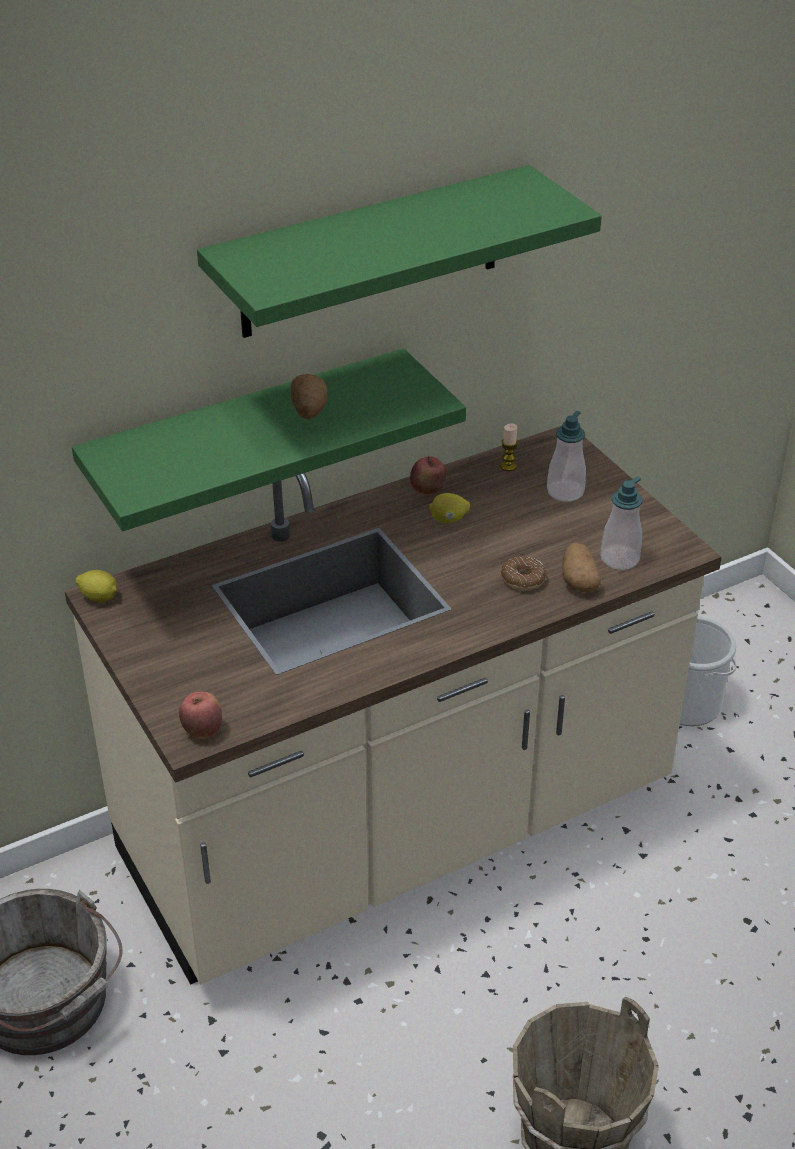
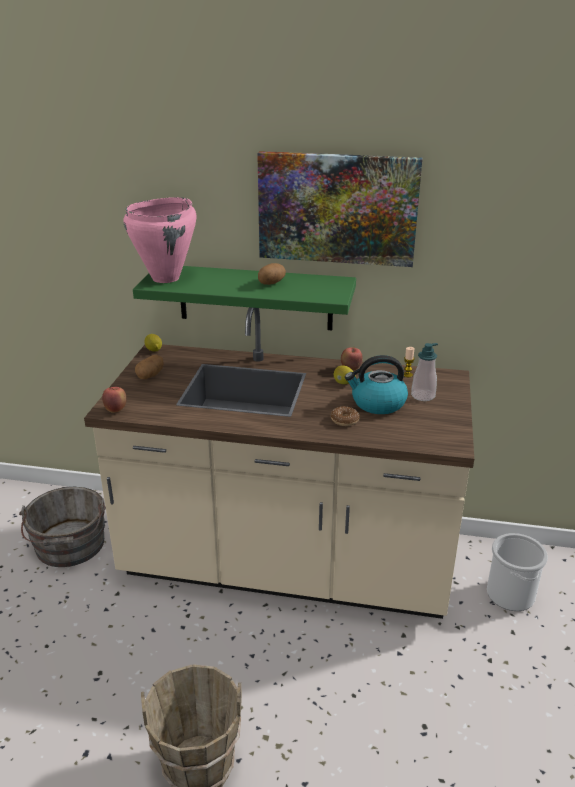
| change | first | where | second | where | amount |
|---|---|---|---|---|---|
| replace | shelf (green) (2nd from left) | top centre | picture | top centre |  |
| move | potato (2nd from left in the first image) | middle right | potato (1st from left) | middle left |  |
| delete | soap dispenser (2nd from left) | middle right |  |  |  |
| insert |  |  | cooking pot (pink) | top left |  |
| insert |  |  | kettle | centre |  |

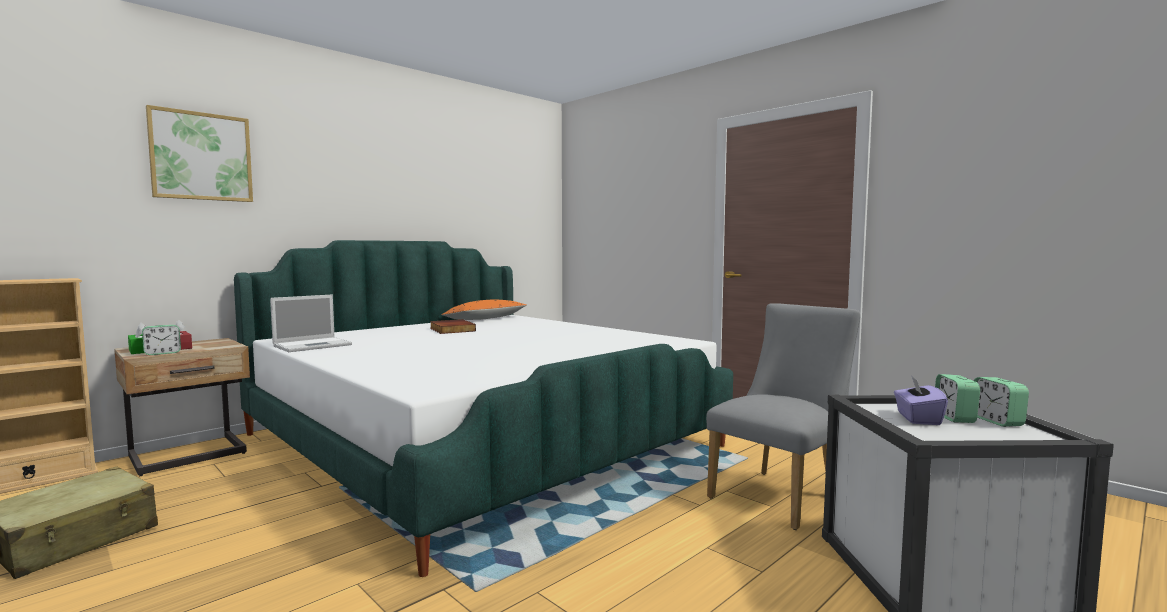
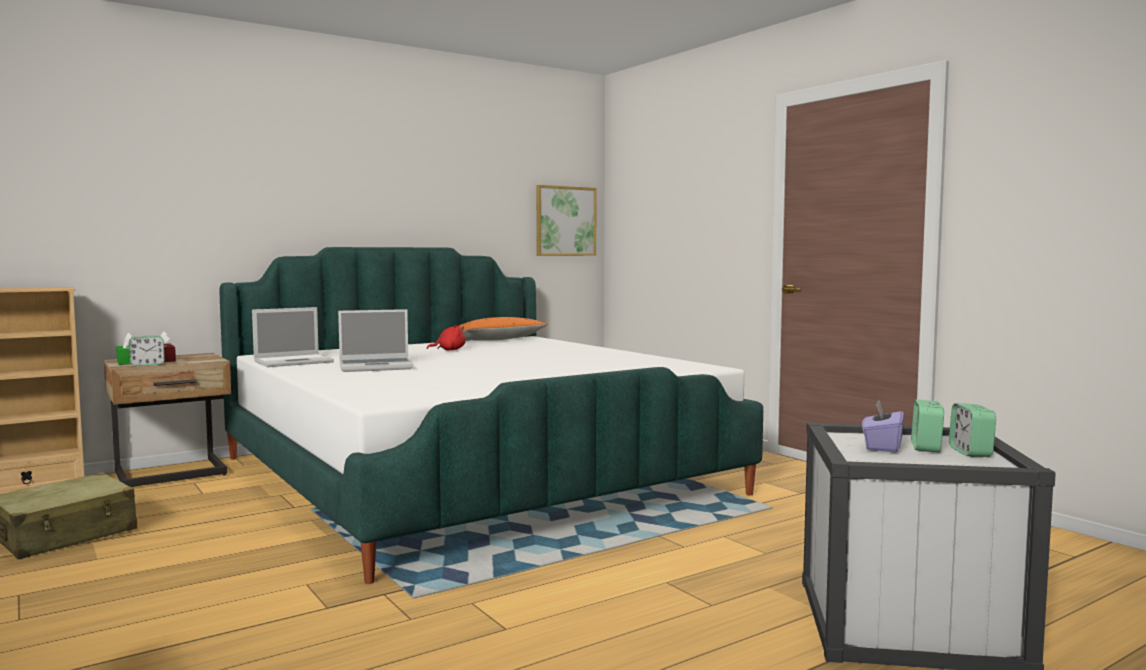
| change | first | where | second | where | amount |
|---|---|---|---|---|---|
| move | picture | top left |  | top centre |  |
| replace | book | centre | plush toy (red) | centre |  |
| delete | chair (grey) | bottom right |  |  |  |
| insert |  |  | laptop (2nd from left) | middle left |  |

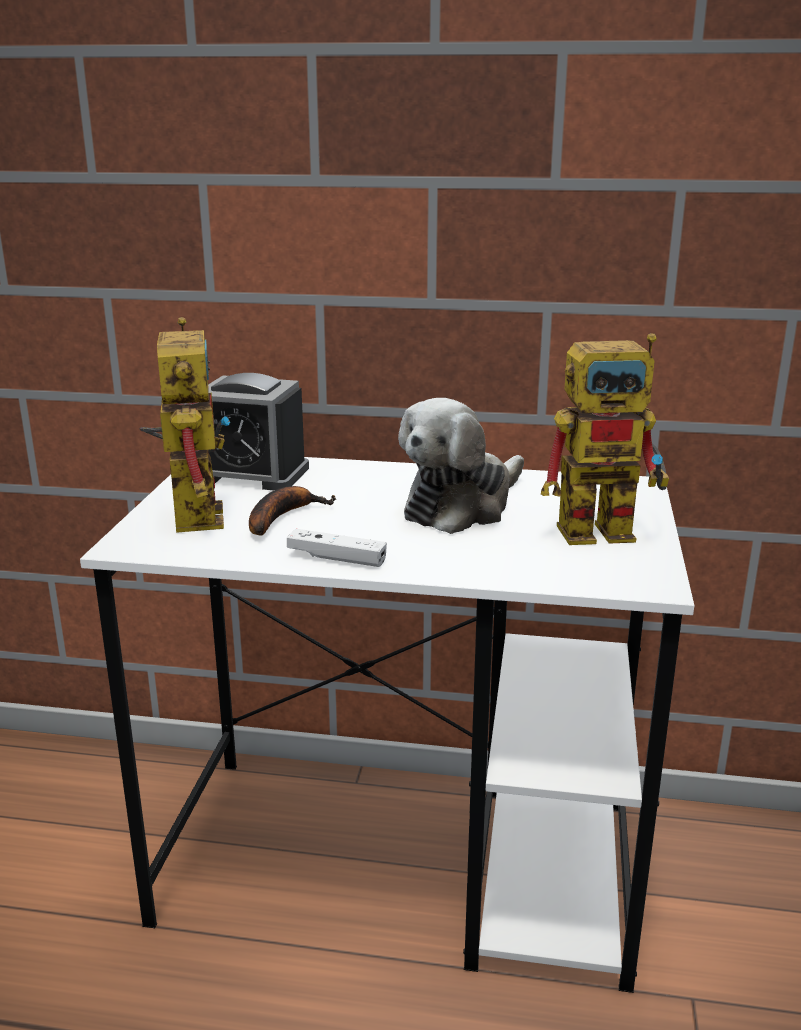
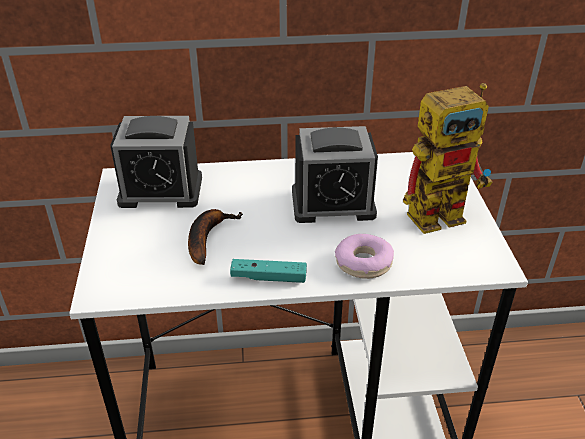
| change | first | where | second | where | amount |
|---|---|---|---|---|---|
| delete | toy robot (1st from left) | middle left |  |  |  |
| recolor | game controller (white) | centre | game controller (turquoise) | centre |  |
| replace | plush toy | centre | alarm clock (2nd from left) | centre |  |
| insert |  |  | donut | centre |  |

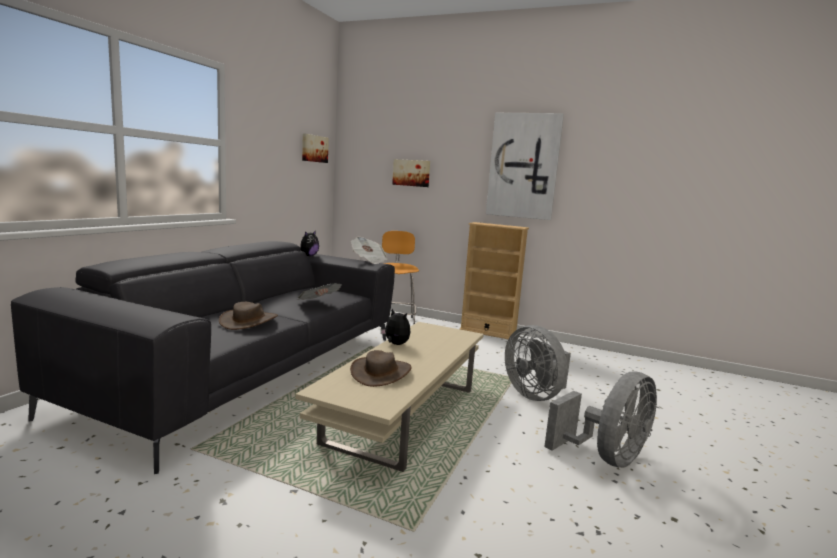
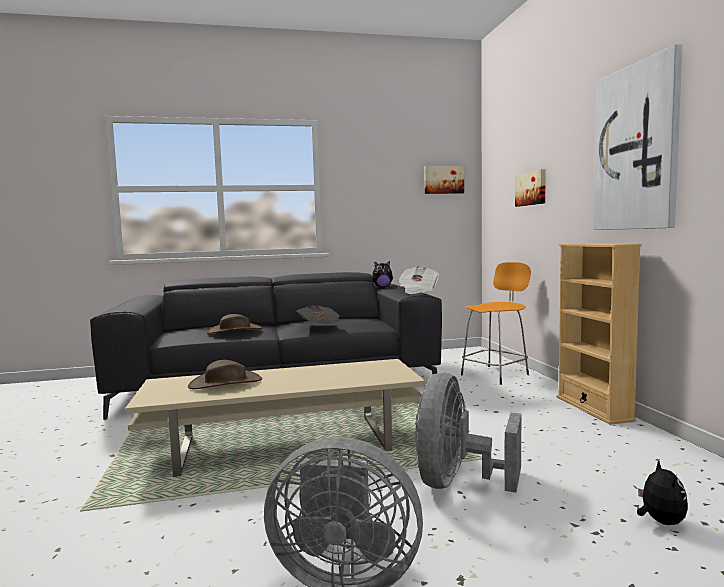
| change | first | where | second | where | amount |
|---|---|---|---|---|---|
| move | plush toy (2nd from left) | centre |  | bottom right |  |

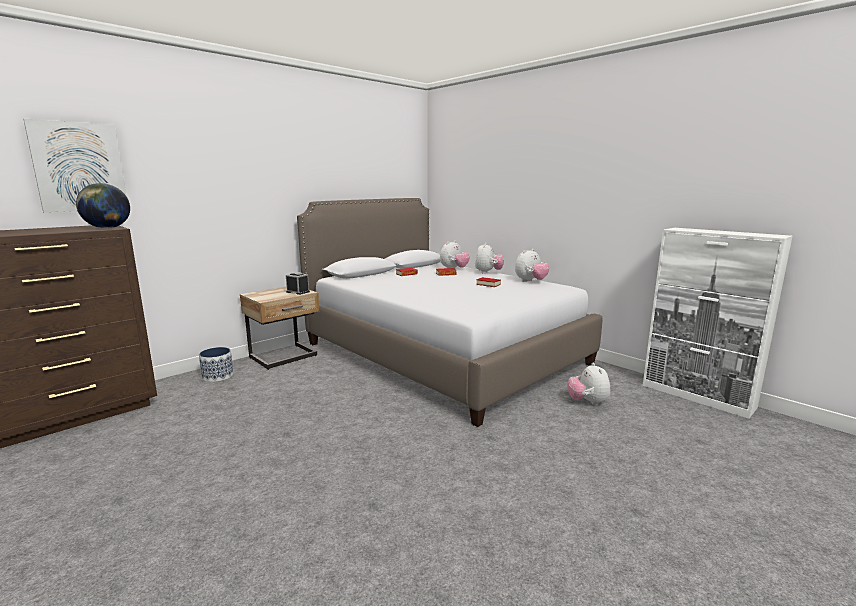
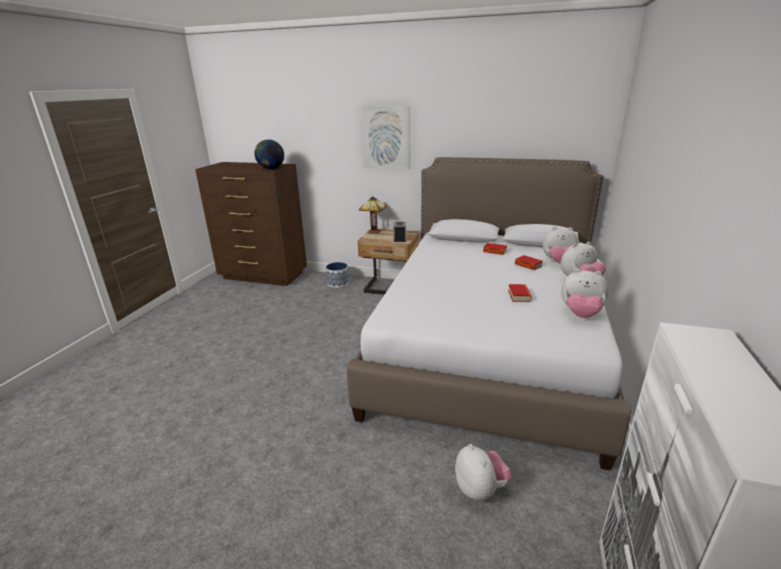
| change | first | where | second | where | amount |
|---|---|---|---|---|---|
| move | picture | top left |  | top centre |  |
| rotate | plush toy (4th from left in the first image) | middle right | plush toy (1st from left) | bottom centre | 105 degrees clockwise |
| insert |  |  | table lamp | centre |  |

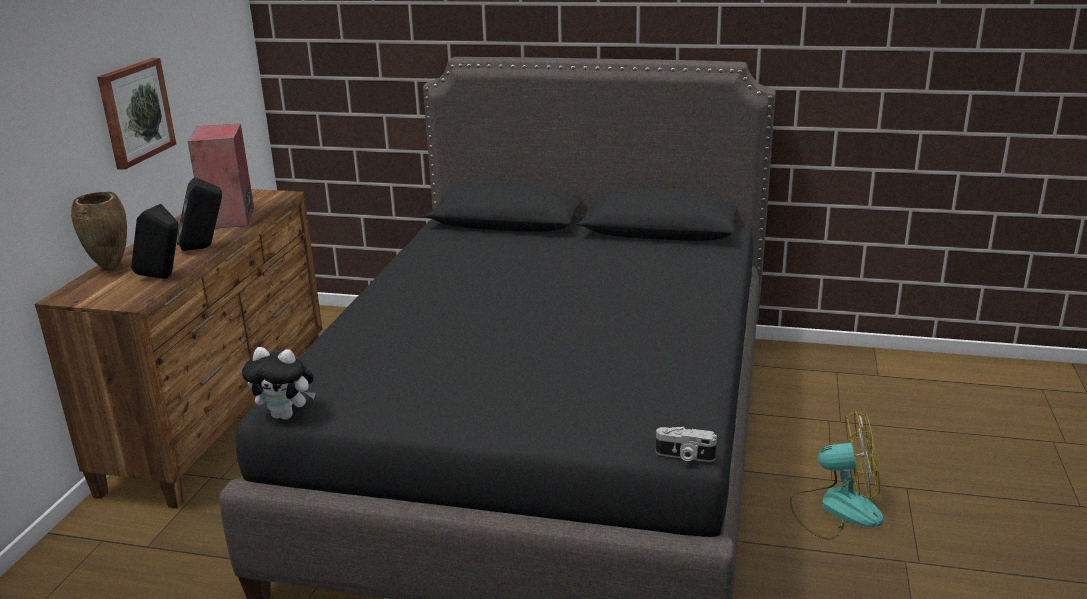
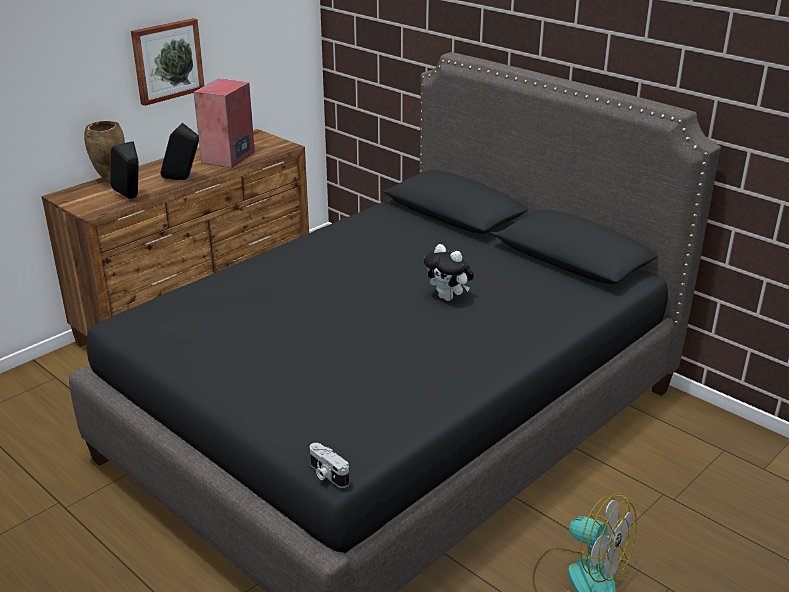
| change | first | where | second | where | amount |
|---|---|---|---|---|---|
| move | plush toy | middle left |  | centre |  |

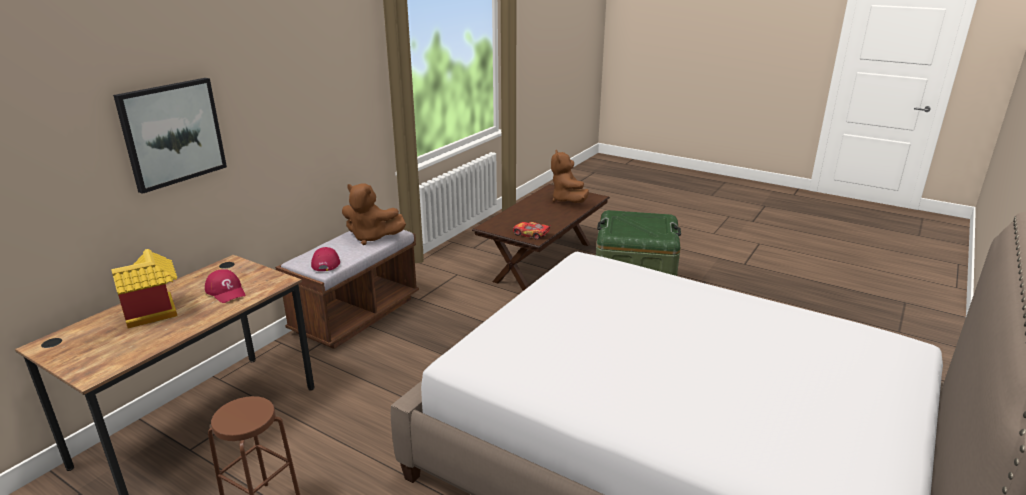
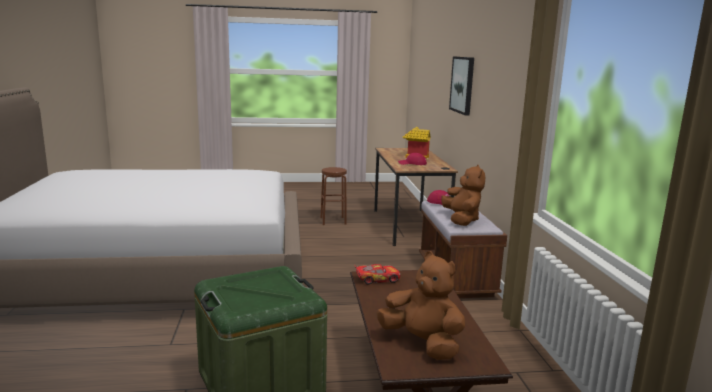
| change | first | where | second | where | amount |
|---|---|---|---|---|---|
| rotate | plush toy (brown) (1st from left in the first image) | centre | plush toy (brown) (2nd from left) | centre | 105 degrees clockwise |

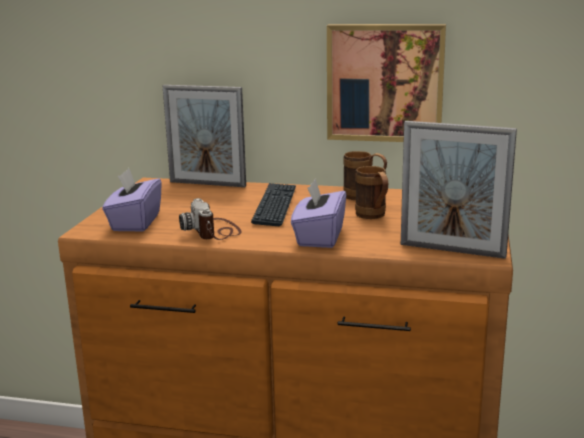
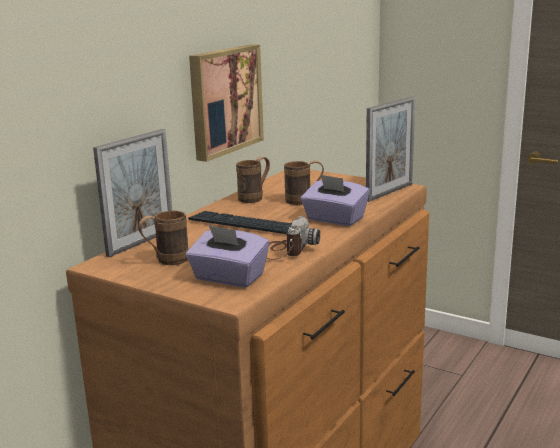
| change | first | where | second | where | amount |
|---|---|---|---|---|---|
| rotate | photo camera | centre |  | centre | 75 degrees counterclockwise |
| insert |  |  | mug (brown) (1st from left) | middle left |  |

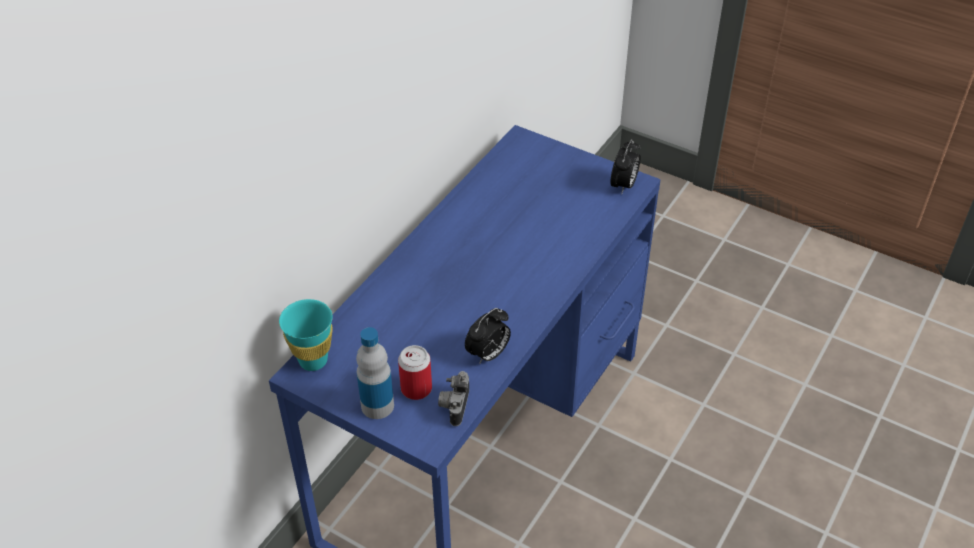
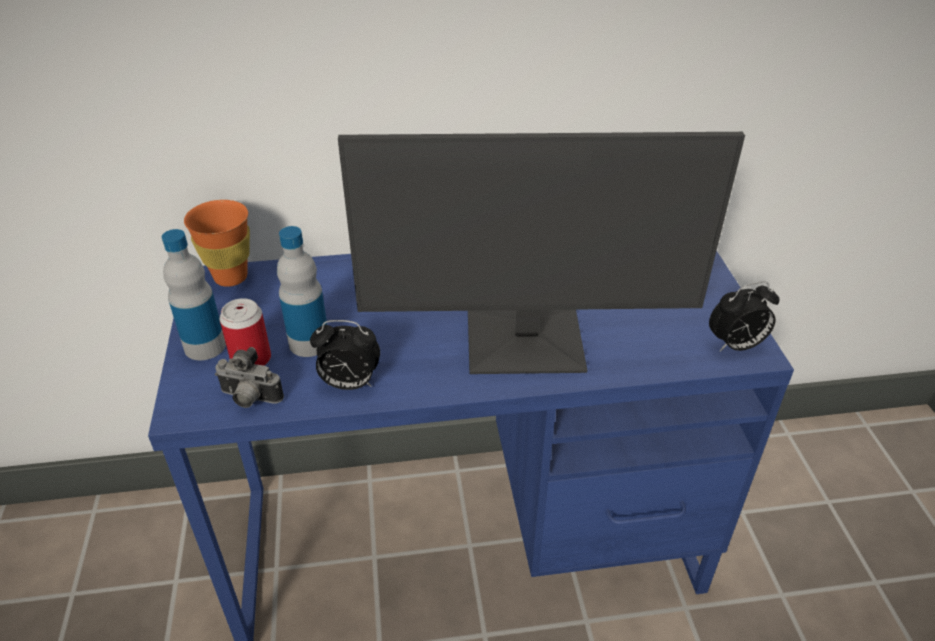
| change | first | where | second | where | amount |
|---|---|---|---|---|---|
| recolor | cup (turquoise) | middle left | cup (orange) | middle left |  |
| rotate | photo camera | bottom centre |  | middle left | 135 degrees counterclockwise |
| insert |  |  | bottle (2nd from left) | middle left |  |
| insert |  |  | monitor | centre |  |

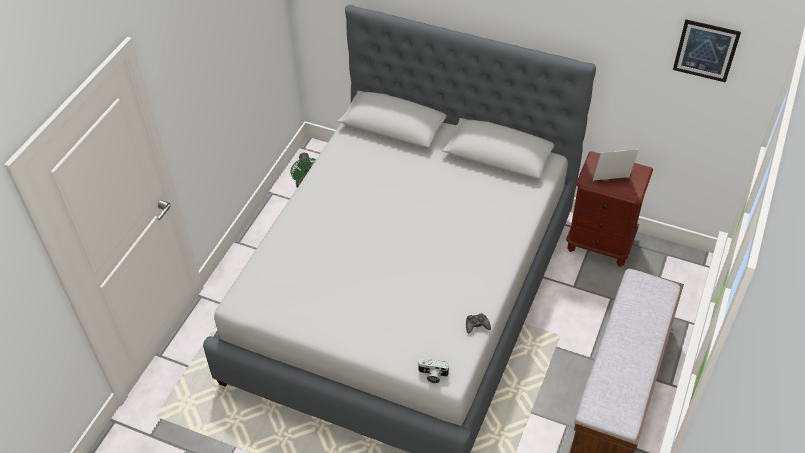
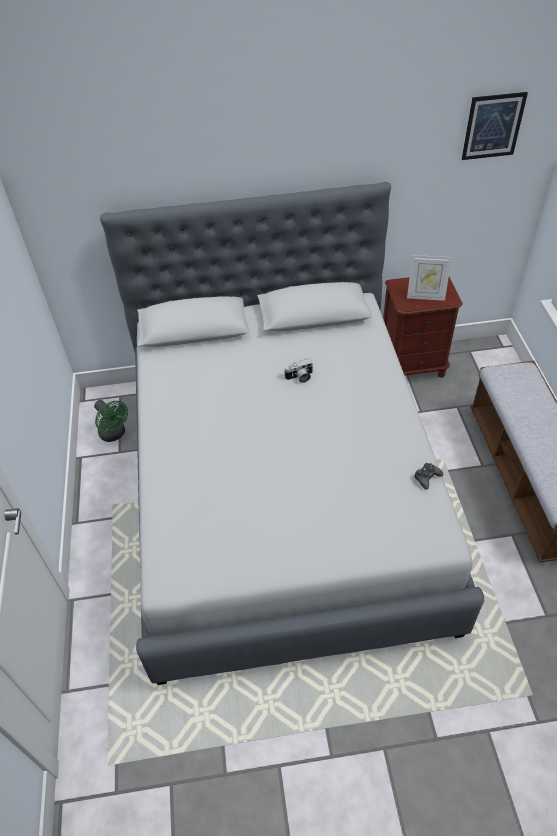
| change | first | where | second | where | amount |
|---|---|---|---|---|---|
| move | photo camera | bottom centre |  | centre |  |
| rotate | picture frame | middle right |  | top right | 135 degrees counterclockwise |

